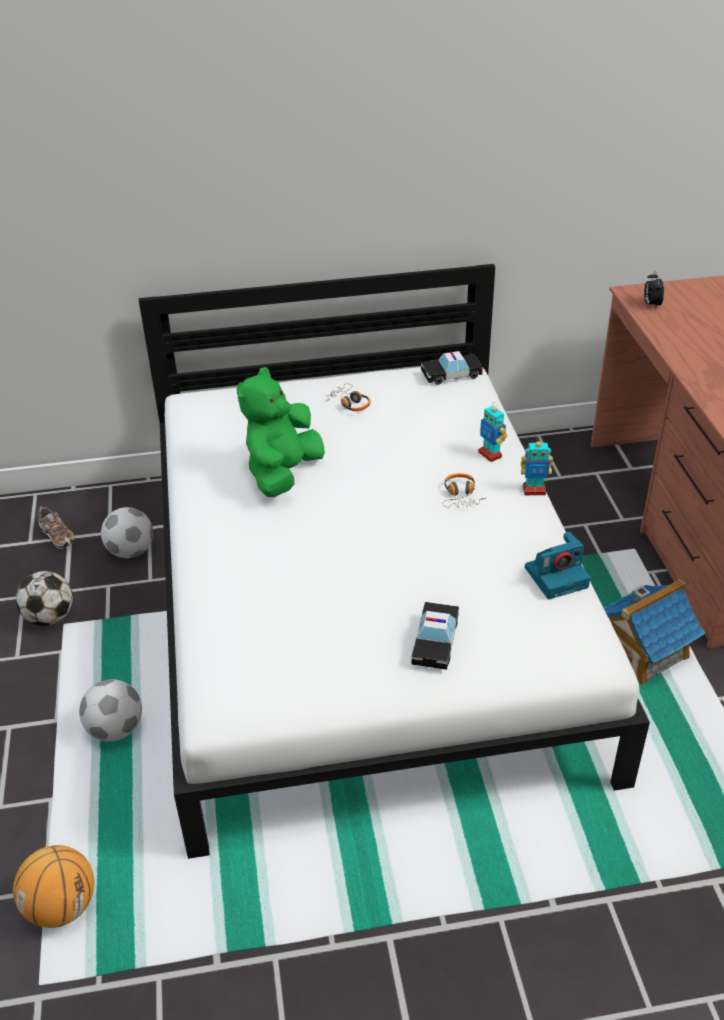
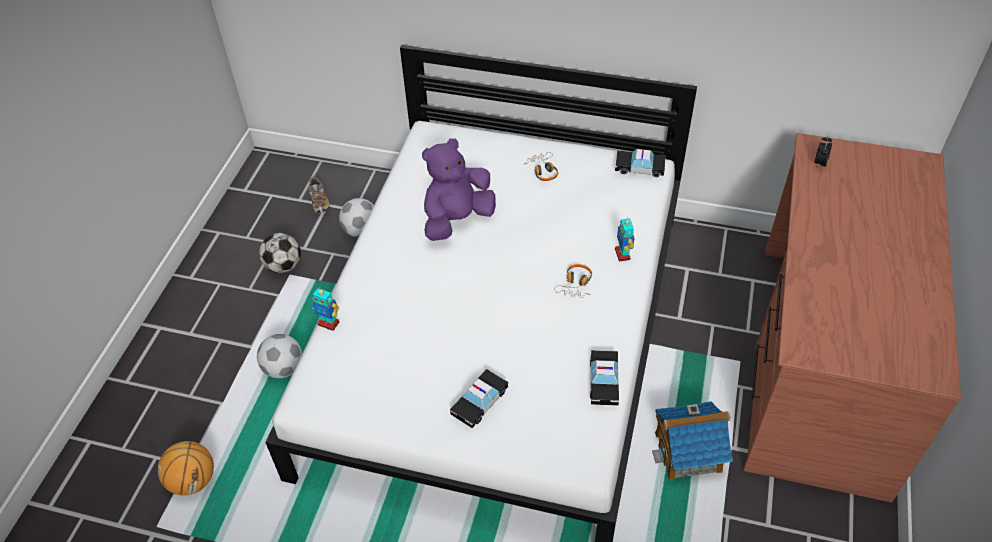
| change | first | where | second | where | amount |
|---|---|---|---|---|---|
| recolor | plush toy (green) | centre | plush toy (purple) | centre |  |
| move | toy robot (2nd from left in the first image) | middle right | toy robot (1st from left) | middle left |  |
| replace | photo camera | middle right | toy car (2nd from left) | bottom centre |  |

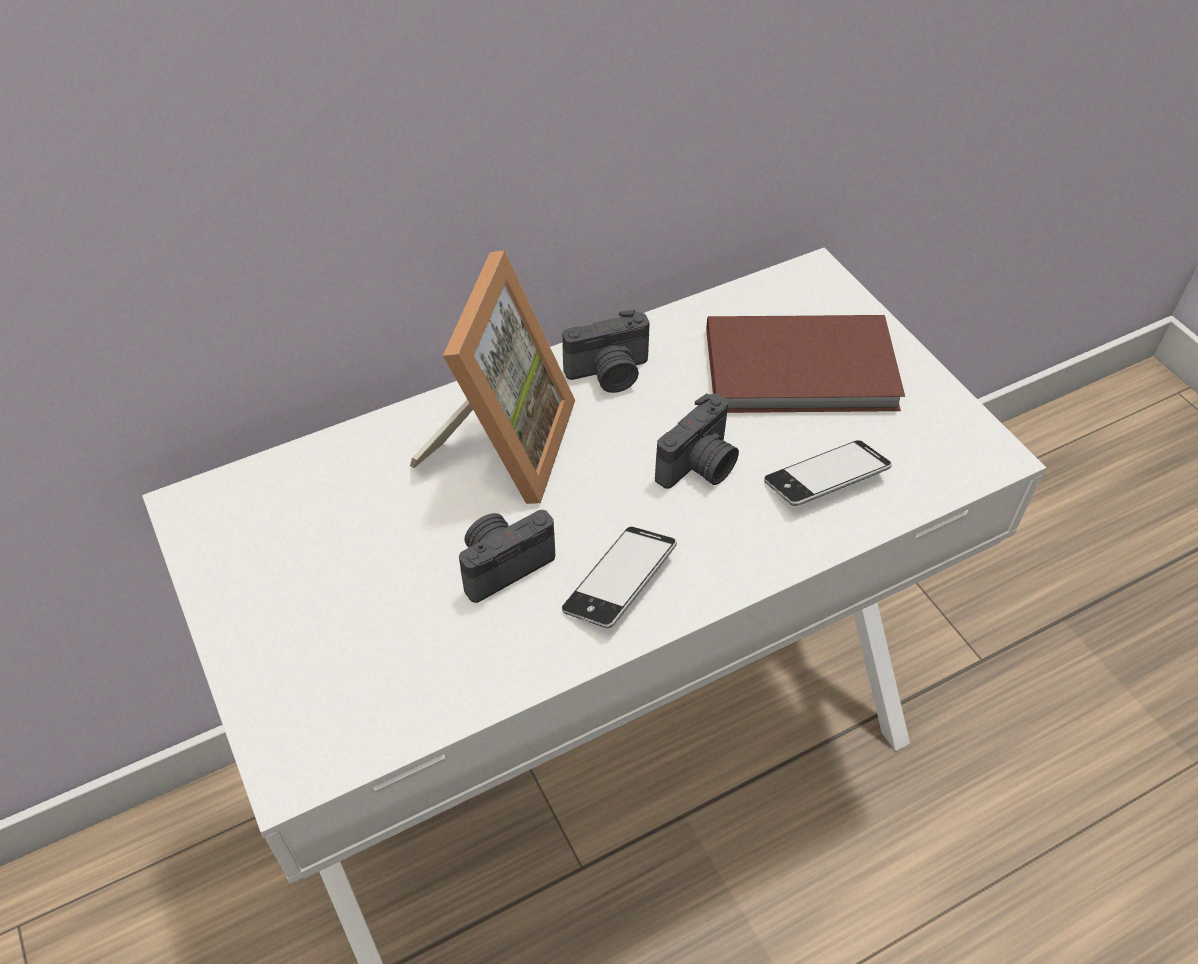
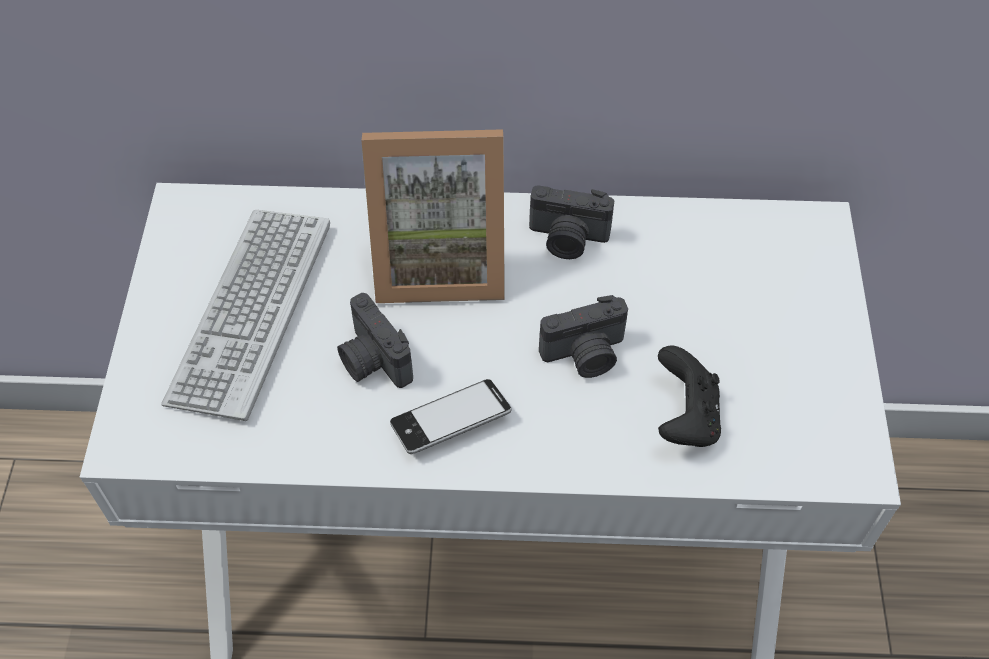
| change | first | where | second | where | amount |
|---|---|---|---|---|---|
| rotate | picture frame | centre |  | top centre | 45 degrees clockwise |
| rotate | photo camera (1st from left) | centre |  | centre | 120 degrees counterclockwise |
| delete | book (brown) | middle right |  |  |  |
| replace | phone (2nd from left) | middle right | game controller (black) | middle right |  |
| insert |  |  | keyboard | middle left |  |

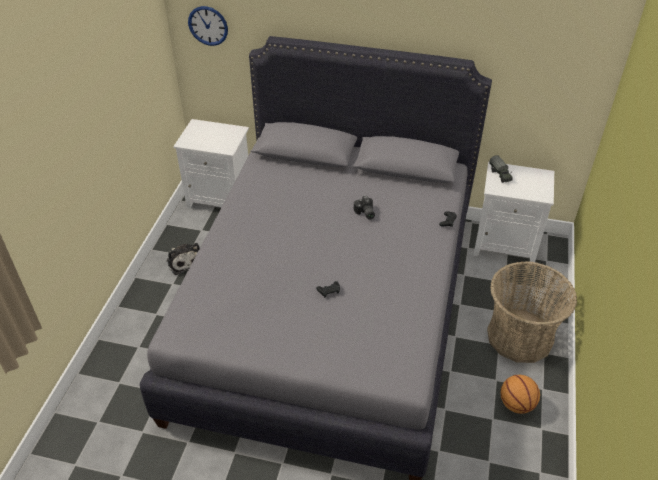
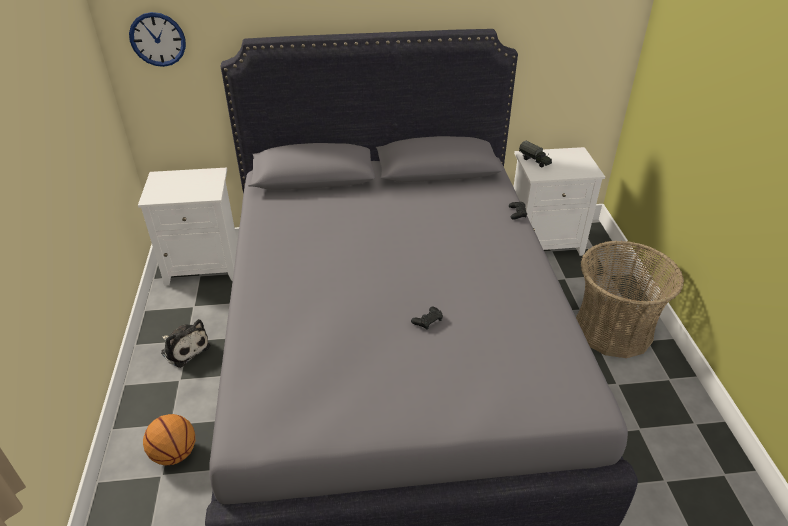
| change | first | where | second | where | amount |
|---|---|---|---|---|---|
| delete | photo camera | centre |  |  |  |
| move | basketball | bottom right |  | bottom left |  |

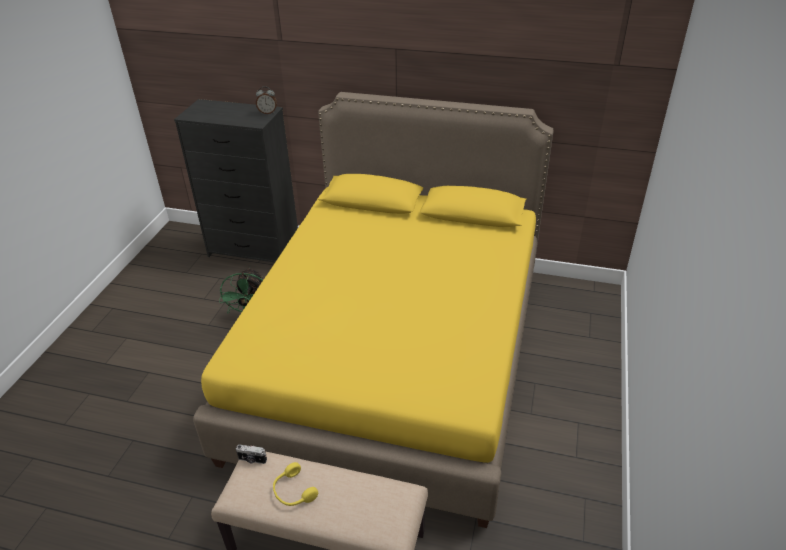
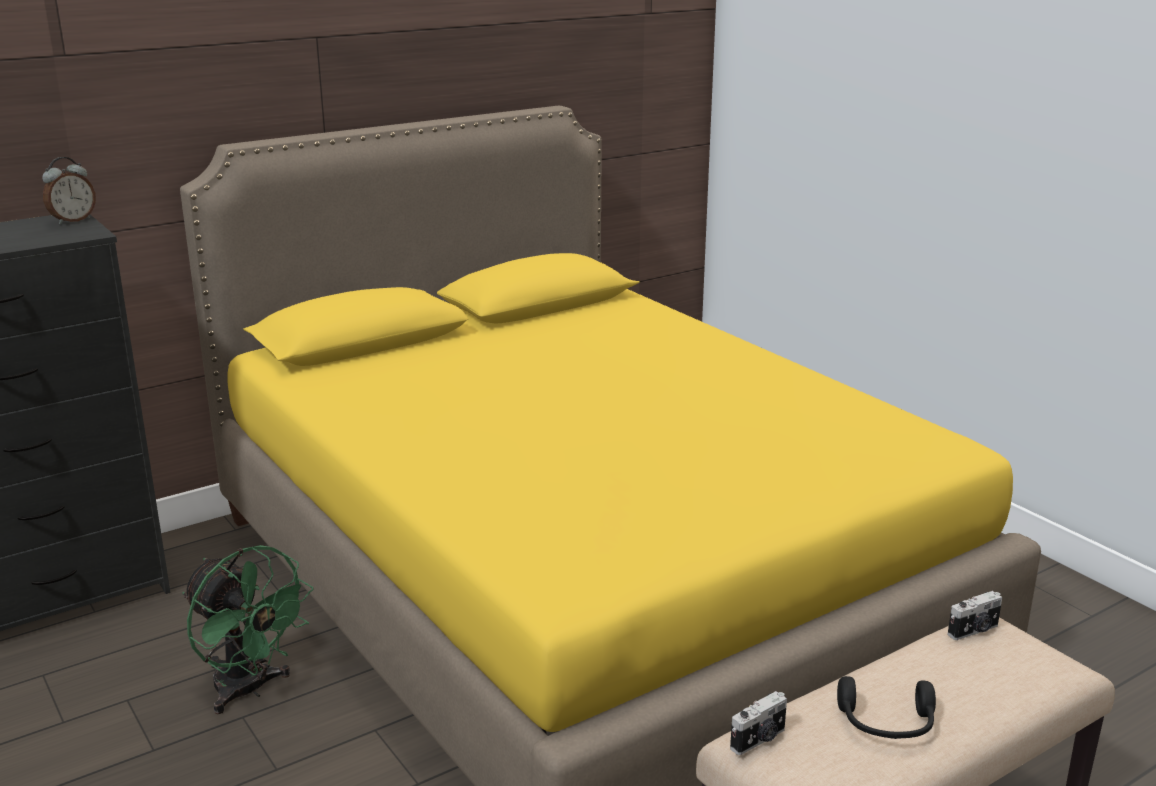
| change | first | where | second | where | amount |
|---|---|---|---|---|---|
| recolor | headphones (yellow) | bottom centre | headphones (black) | bottom right |  |
| insert |  |  | photo camera (2nd from left) | bottom right |  |

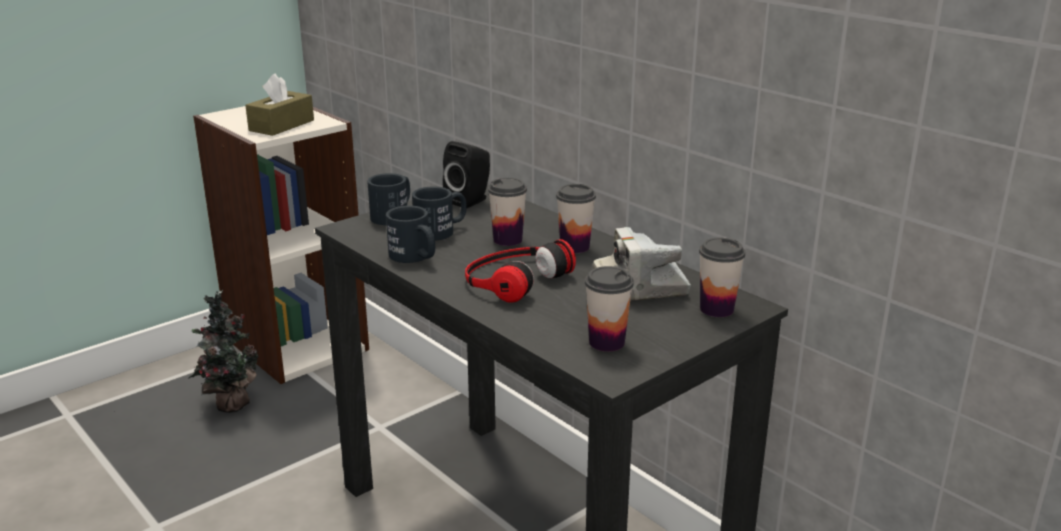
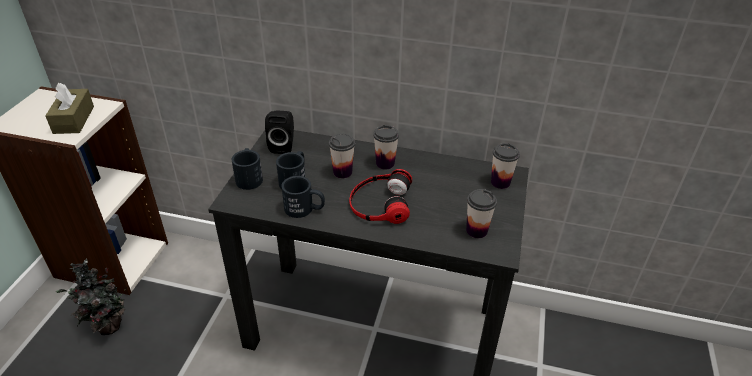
| change | first | where | second | where | amount |
|---|---|---|---|---|---|
| delete | photo camera | centre |  |  |  |

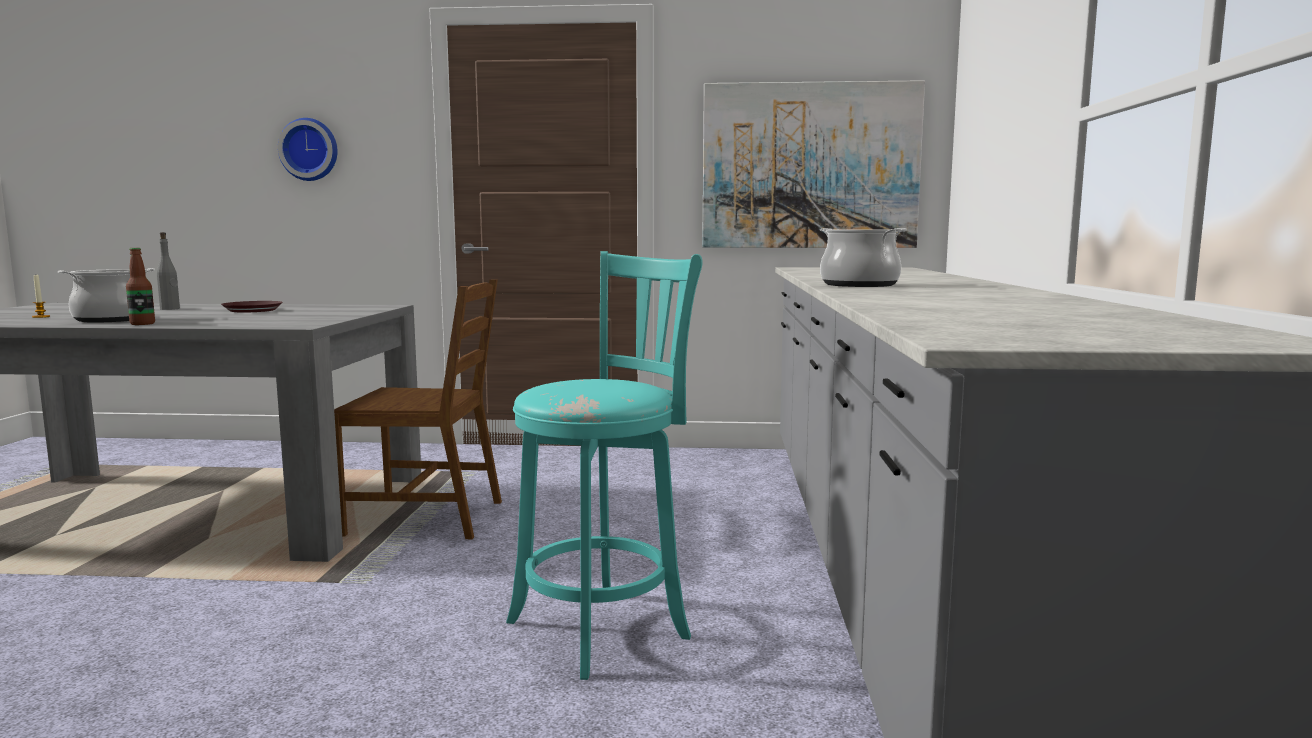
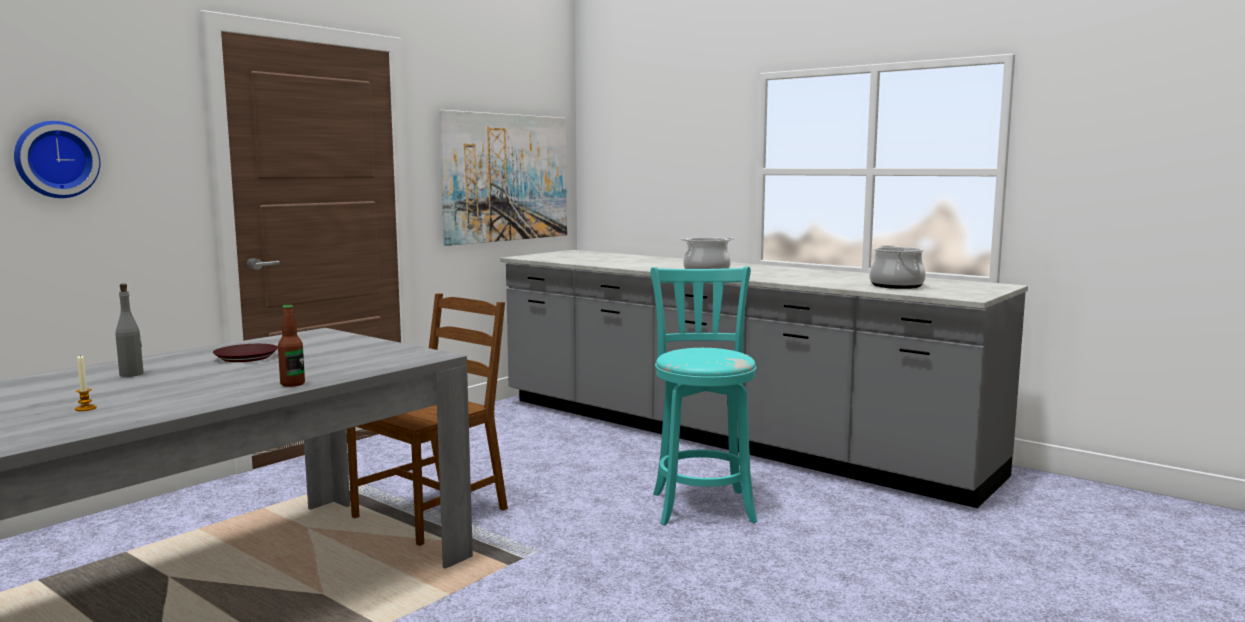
| change | first | where | second | where | amount |
|---|---|---|---|---|---|
| move | cooking pot (1st from left in the first image) | middle left | cooking pot (2nd from left) | middle right |  |

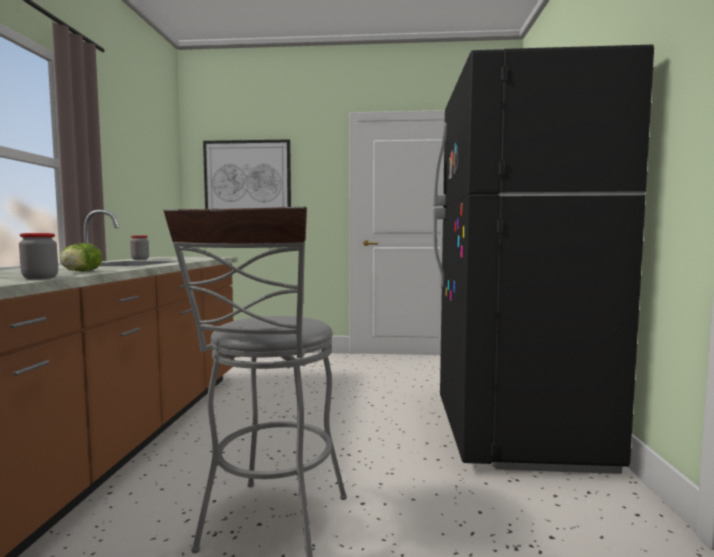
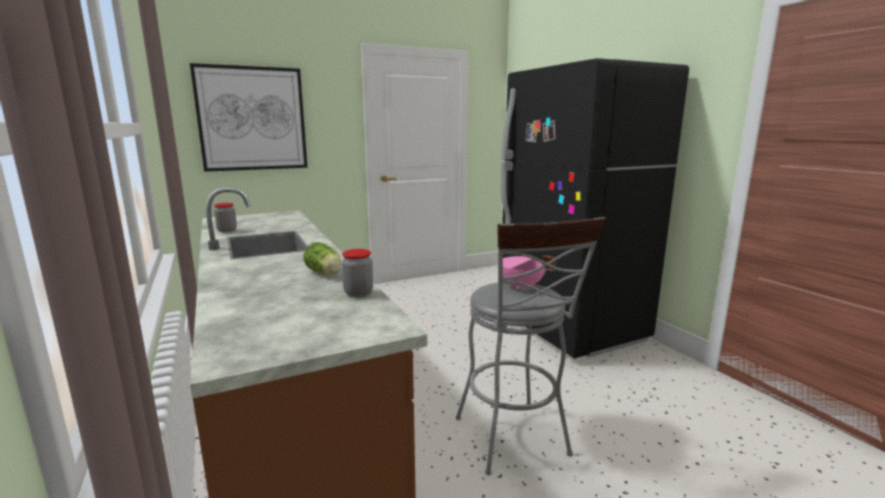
| change | first | where | second | where | amount |
|---|---|---|---|---|---|
| insert |  |  | cooking pot (pink) | centre |  |

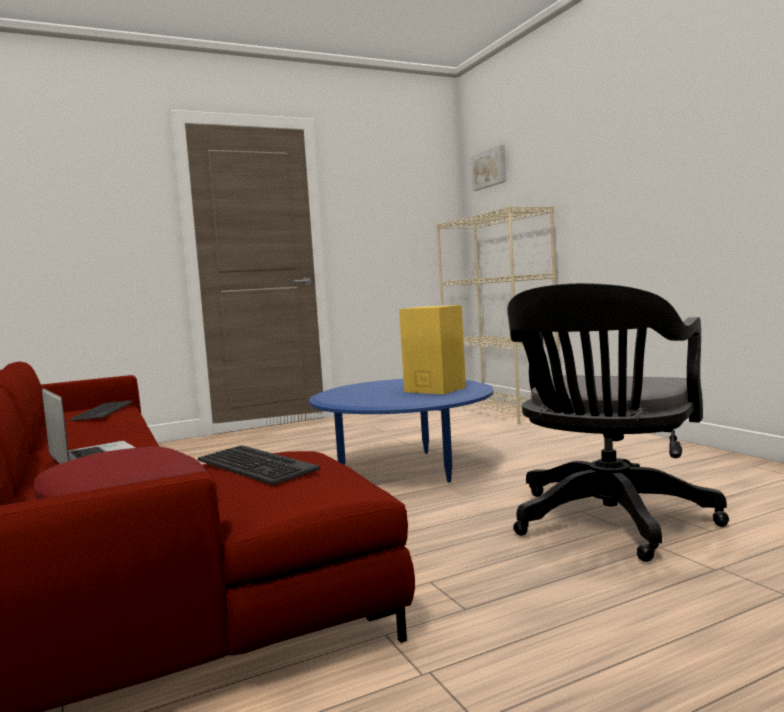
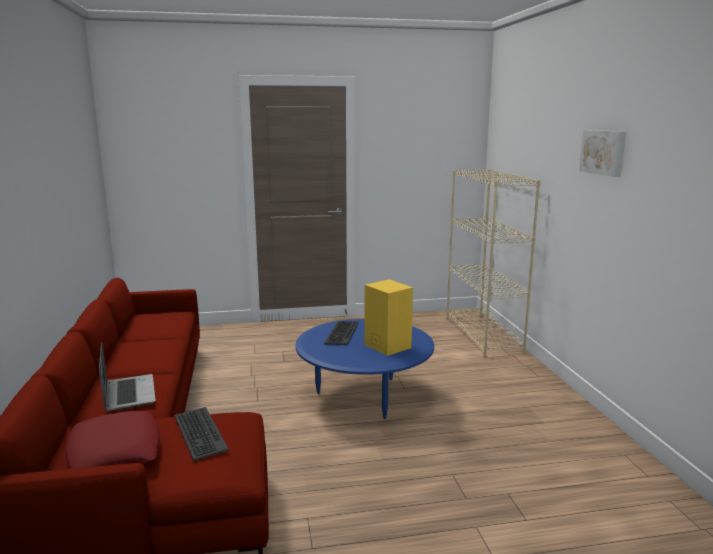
| change | first | where | second | where | amount |
|---|---|---|---|---|---|
| move | keyboard (1st from left in the first image) | middle left | keyboard (2nd from left) | centre |  |
| move | picture | top centre |  | top right |  |
| delete | office chair (black) | middle right |  |  |  |

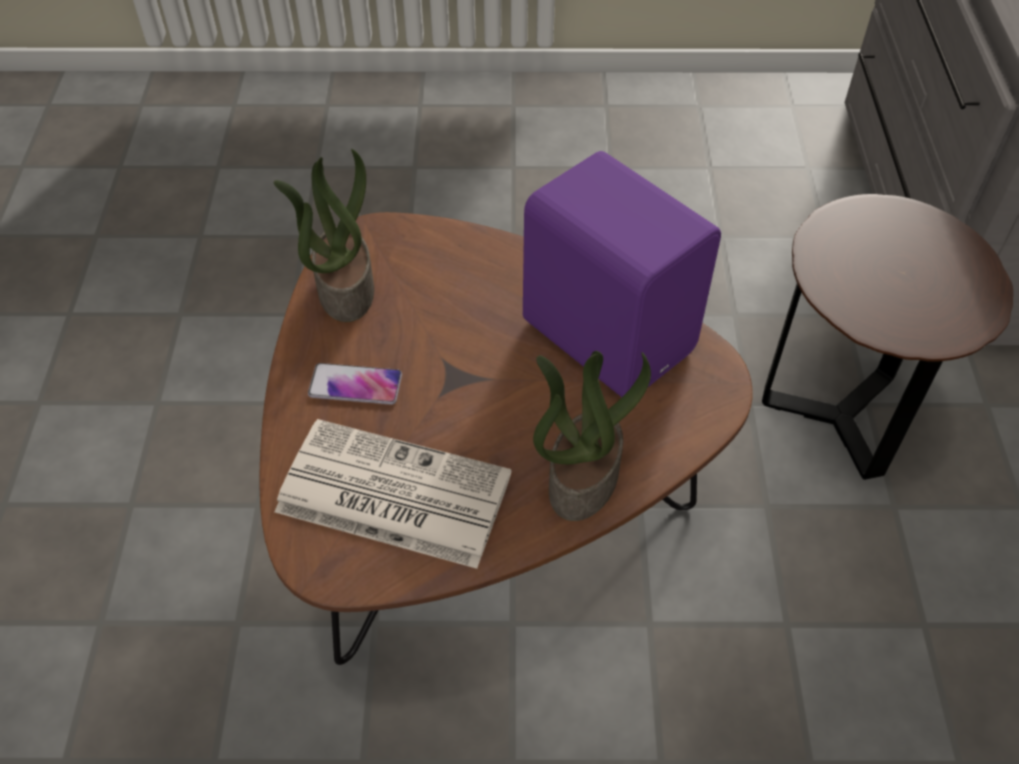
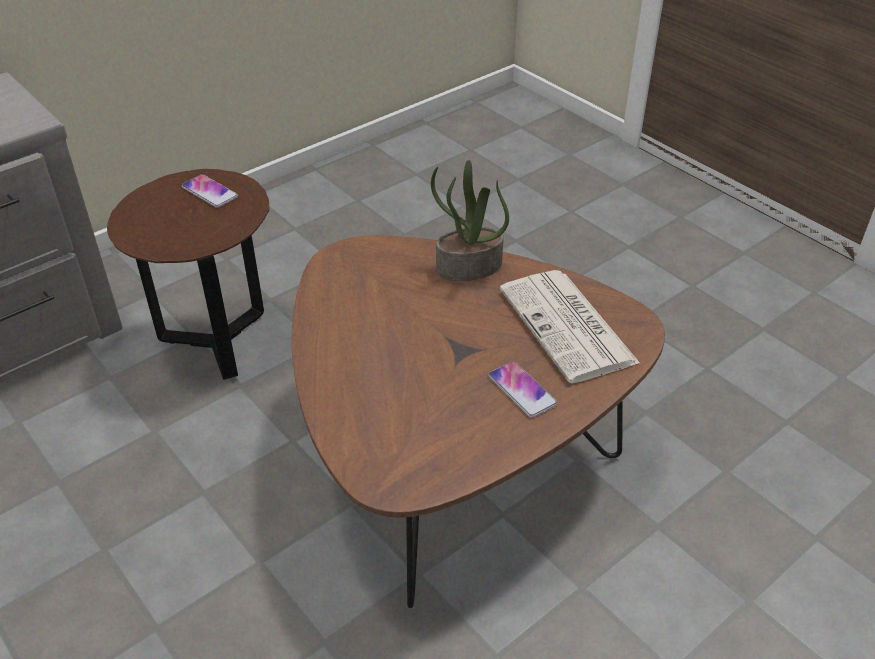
| change | first | where | second | where | amount |
|---|---|---|---|---|---|
| delete | potted plant (1st from left) | top left |  |  |  |
| delete | speaker (purple) | centre |  |  |  |
| insert |  |  | phone (1st from left) | top left |  |

